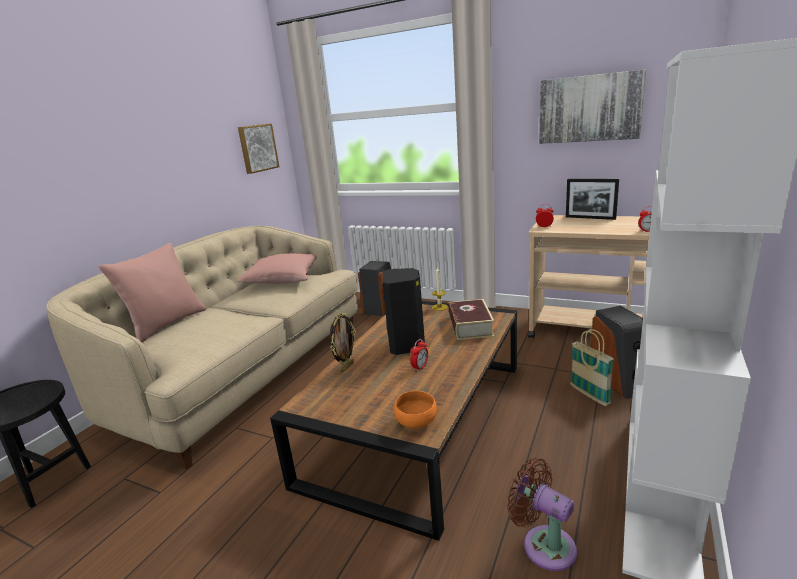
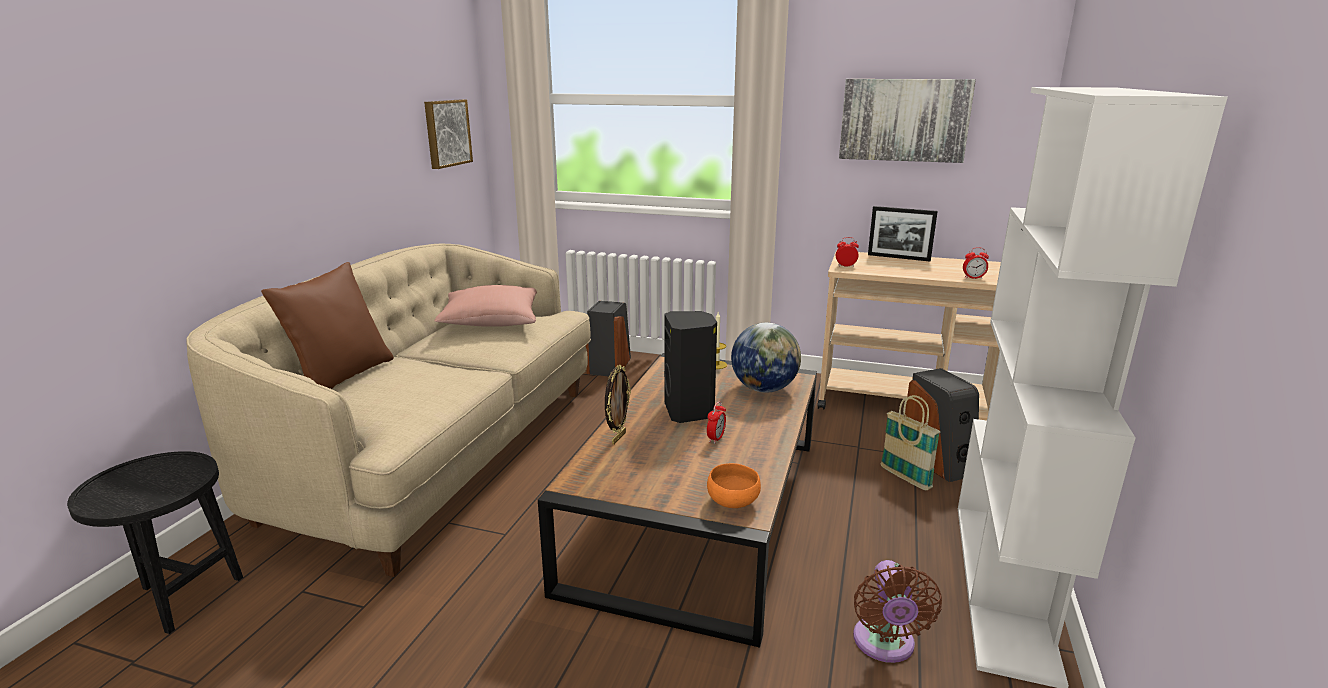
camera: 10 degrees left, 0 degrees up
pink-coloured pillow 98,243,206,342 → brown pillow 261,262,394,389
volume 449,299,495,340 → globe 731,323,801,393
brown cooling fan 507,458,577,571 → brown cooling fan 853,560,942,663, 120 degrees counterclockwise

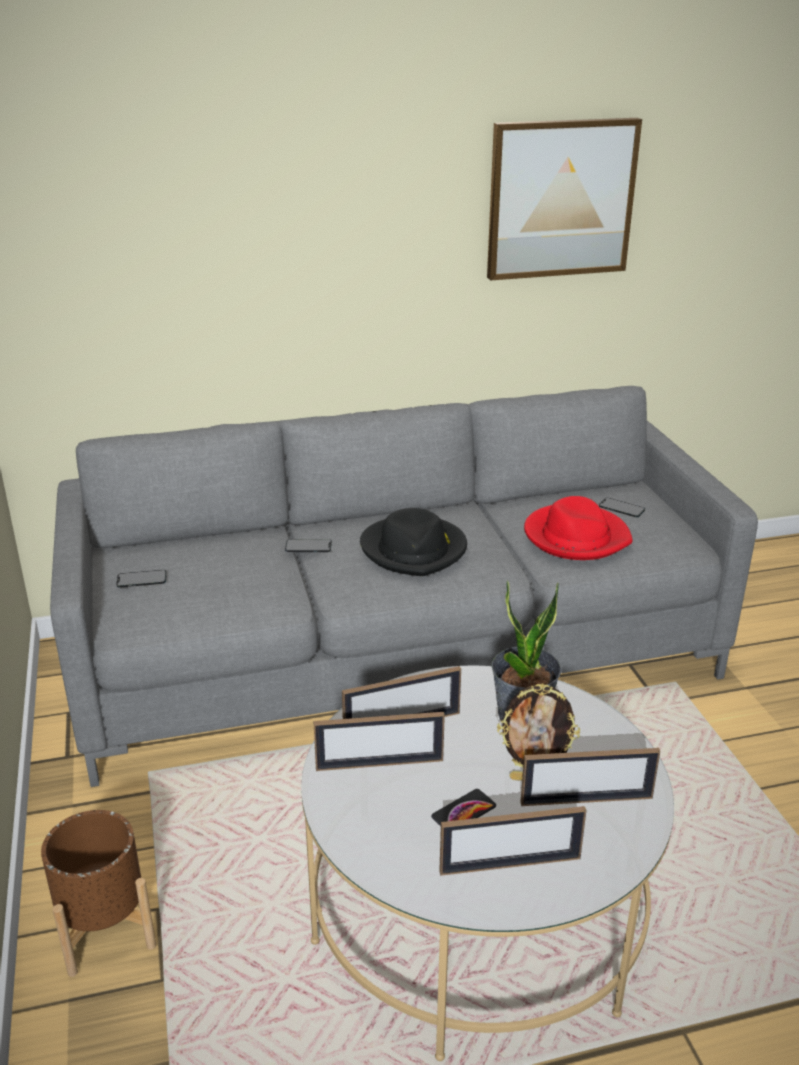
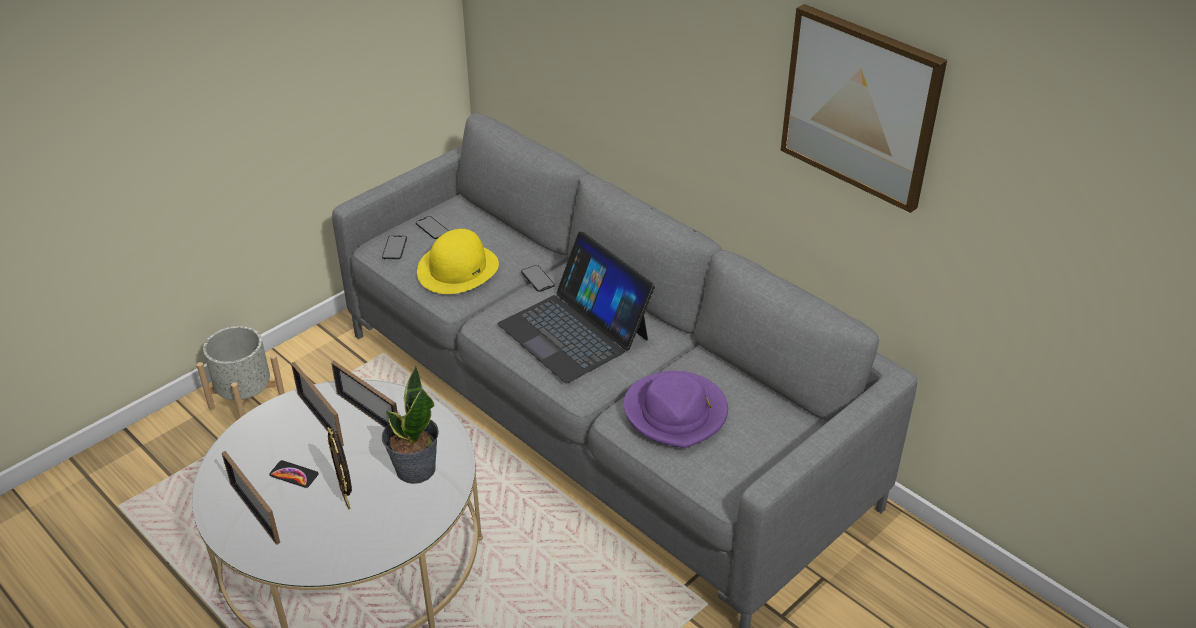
camera: 60 degrees right, 10 degrees up
brown planter 41,810,156,977 → gray planter 197,326,285,418
phone 599,498,645,517 → phone 382,235,407,259, relocated
- → yellowish hat 417,229,499,294
blackish hat 360,508,467,576 → laptop 497,232,655,384
red hat 524,496,633,560 → purple hat 624,371,728,448
picture frame 520,748,660,806 → -

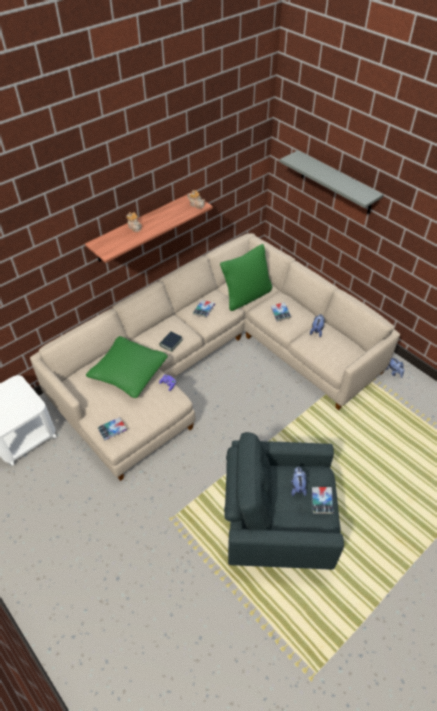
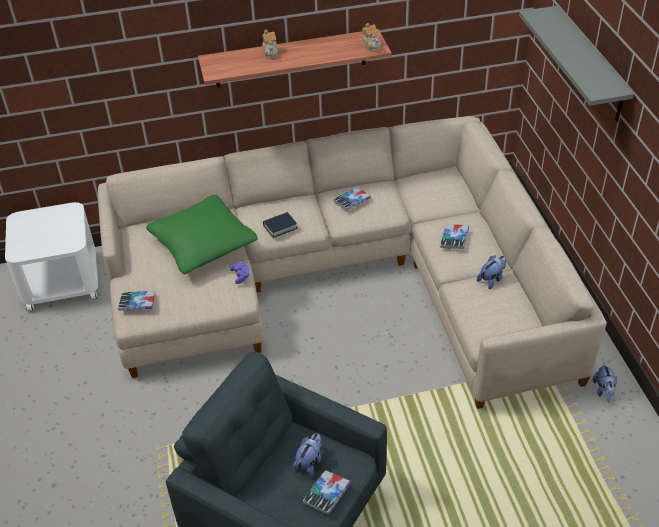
camera: 30 degrees right, 5 degrees down
greenish pillow 220,244,272,311 → -

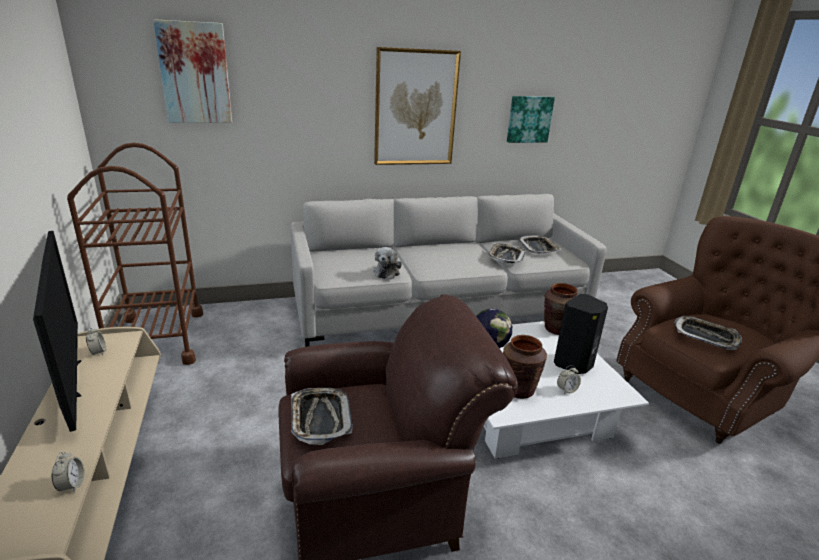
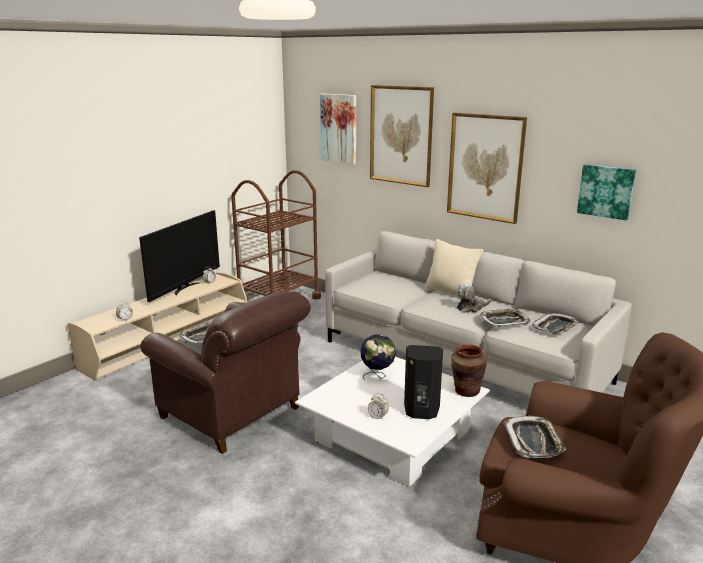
camera: 55 degrees right, 5 degrees down
- → wall art 370,85,434,187
- → beige pillow 425,239,483,296
plush toy 373,247,402,279 → plush toy 457,283,491,313, relocated
brown flower vase 503,335,547,399 → -

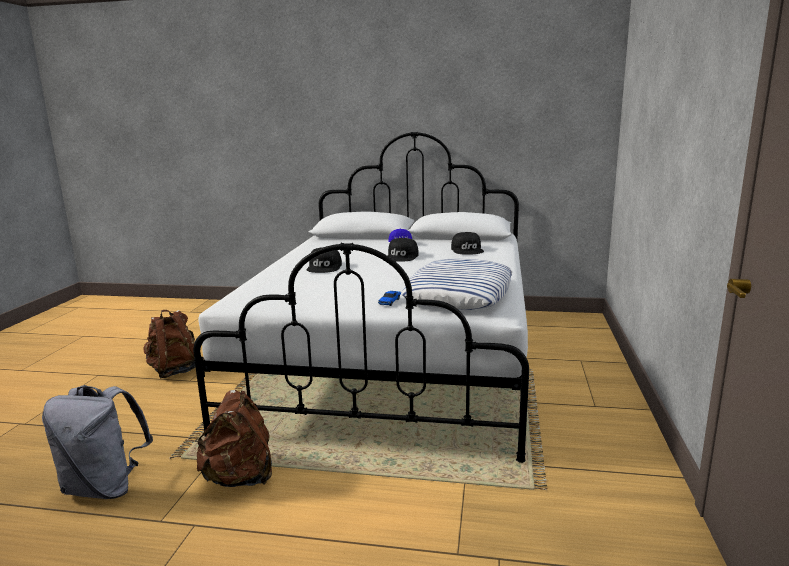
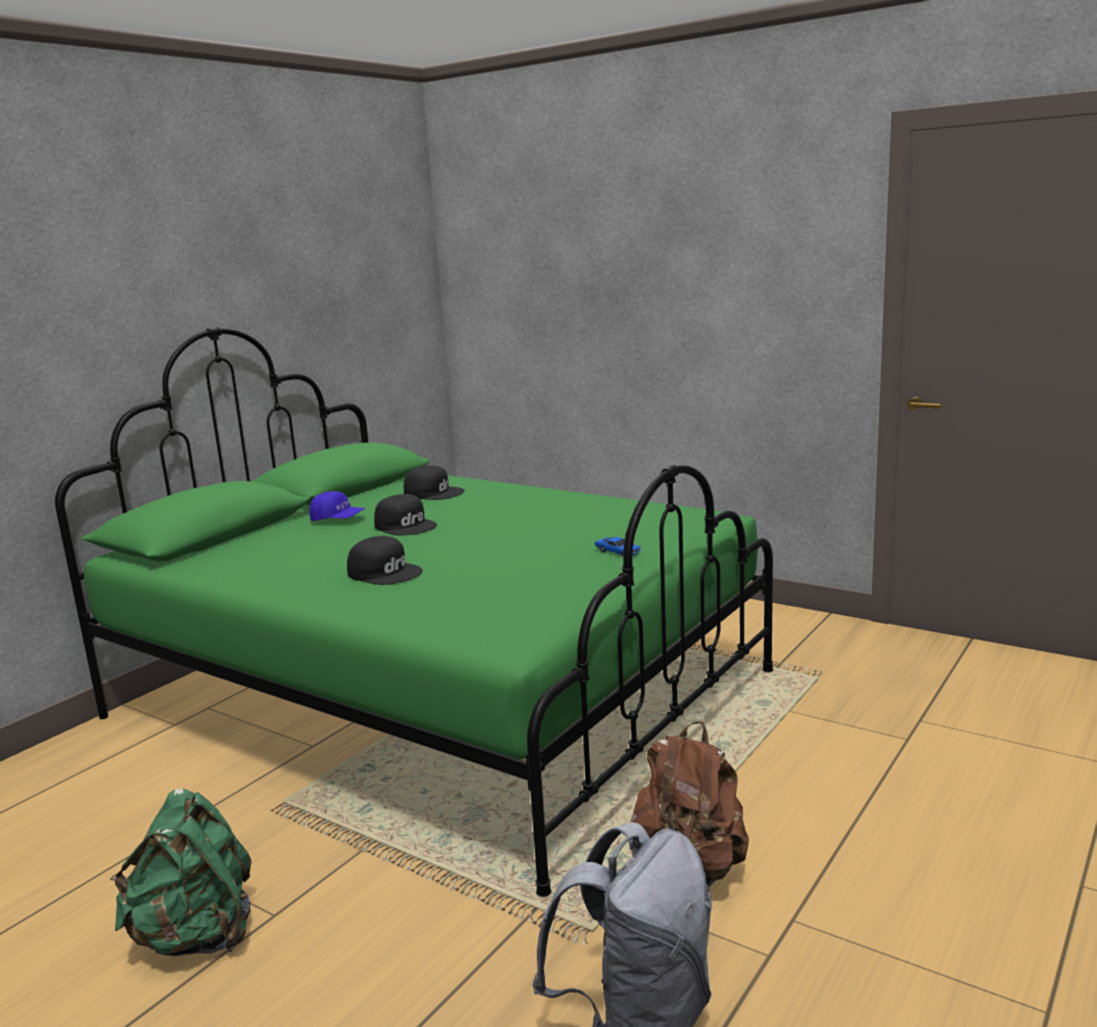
camera: 65 degrees left, 0 degrees up
white-coloured sleeping bed 193,132,529,463 → greenish sleeping bed 55,327,773,897
brown backpack 143,310,205,379 → greenish backpack 110,788,252,956
pillow 402,259,512,310 → -

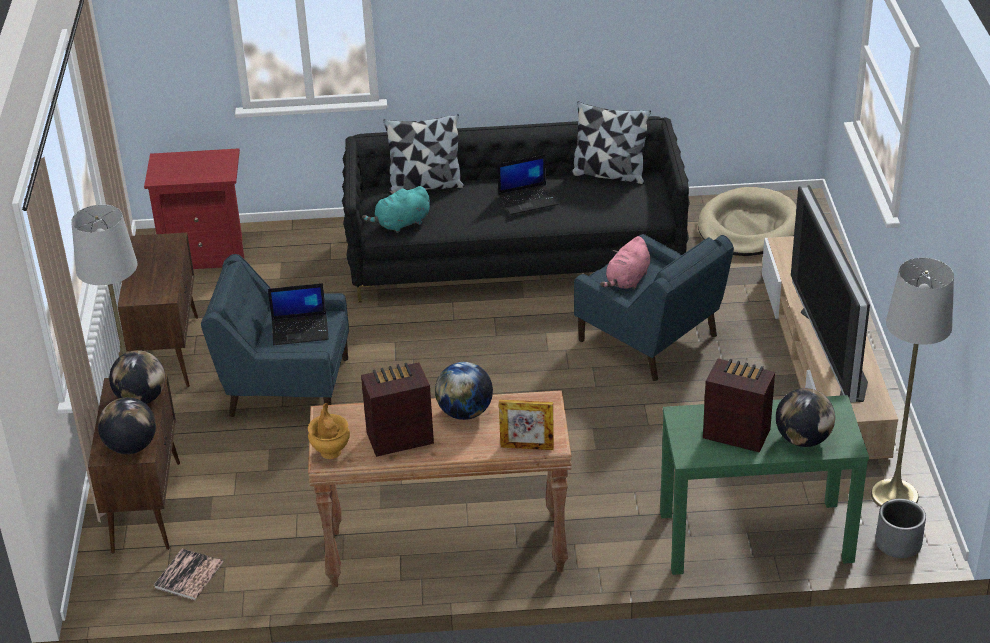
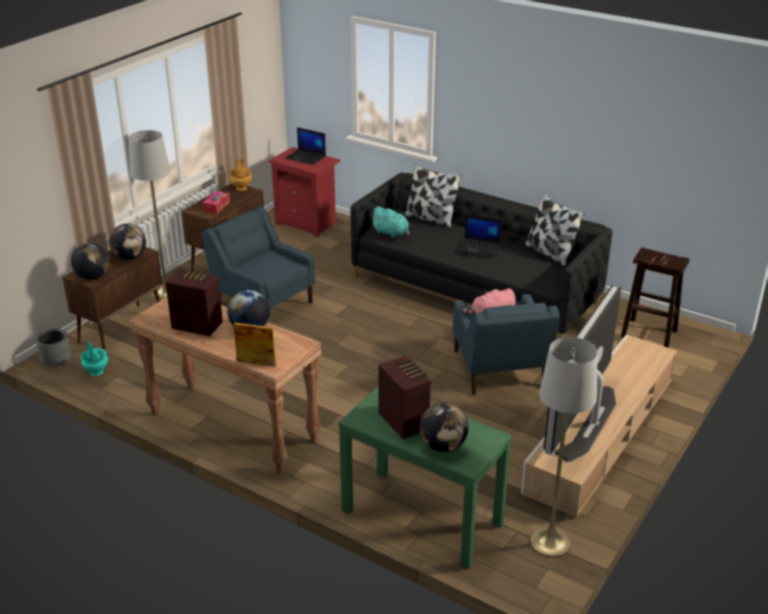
camera: 35 degrees right, 5 degrees down
gray planter 875,499,926,558 → gray planter 36,329,71,367, relocated
volume 154,548,224,600 → blue-green flower vase 81,341,108,376
- → tissue box 202,191,230,214
brown flower vase 308,403,350,459 → brown flower vase 230,158,252,191, relocated
picture frame 499,399,554,450 → picture frame 234,323,276,367, 150 degrees clockwise
laptop 268,283,329,345 → laptop 285,127,326,165, relocated
blue-green plush toy 362,186,430,233 → blue-green plush toy 370,206,410,238, 150 degrees counterclockwise
beige dog cushion 698,187,797,256 → brown sitting stool 621,248,690,348

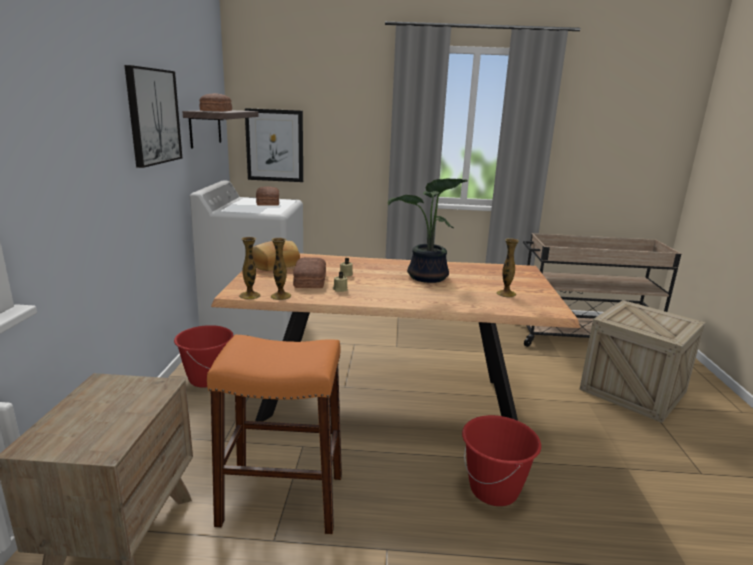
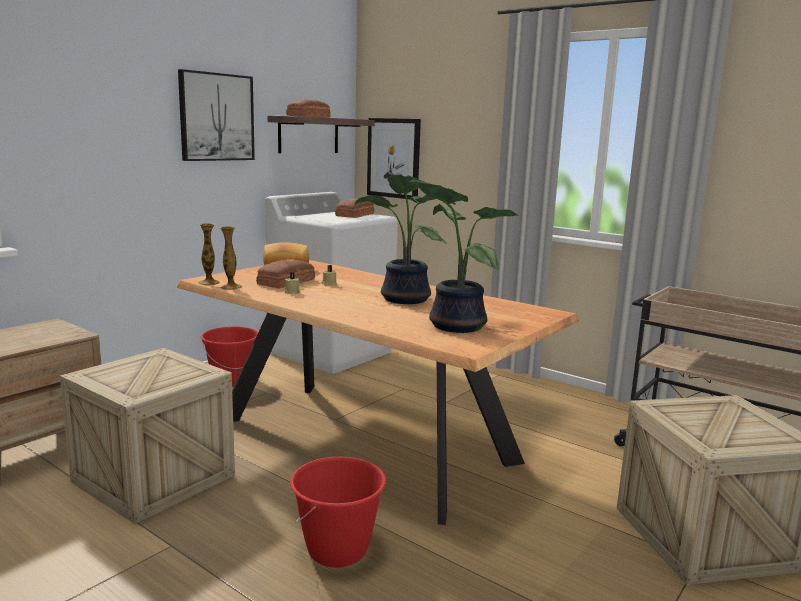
camera: 35 degrees right, 5 degrees down
orangey sitting stool 207,335,342,534 → shipping crate 60,348,235,524
flower vase 497,238,519,297 → plant in a pot 409,180,519,333

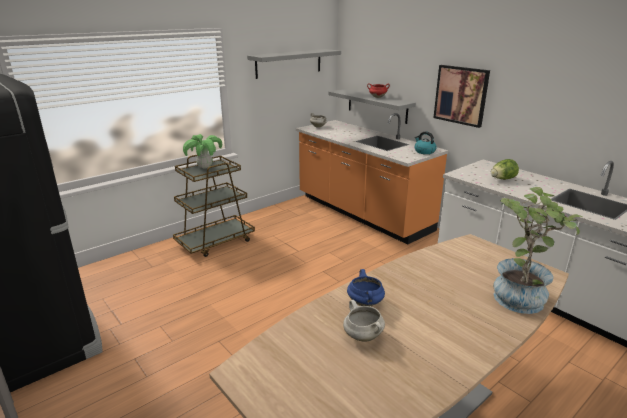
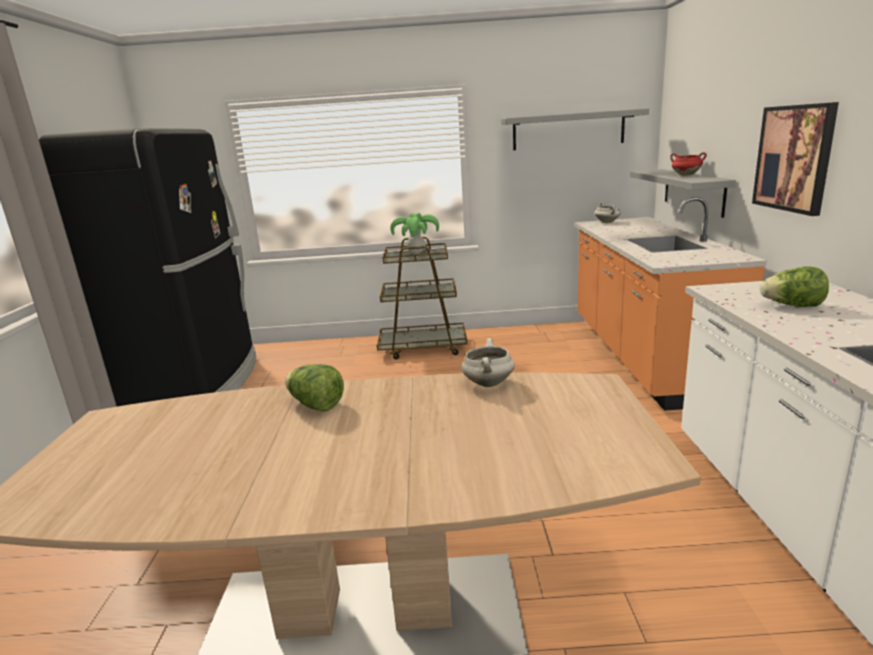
camera: 40 degrees right, 5 degrees down
blue cooking pot 347,269,385,306 → head of lettuce 285,364,344,412
white-coloured cooking pot 343,300,385,342 → white-coloured cooking pot 461,338,515,387, relocated
kettle 415,131,437,154 → -
plant in a pot 493,187,584,314 → -

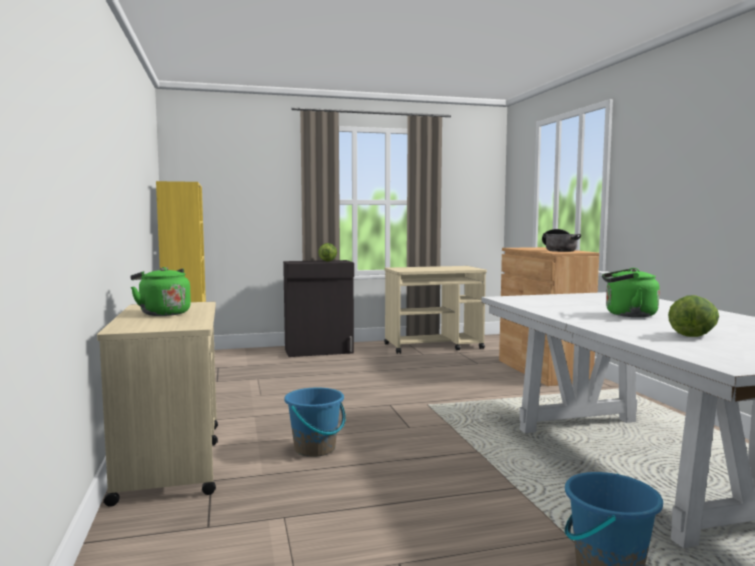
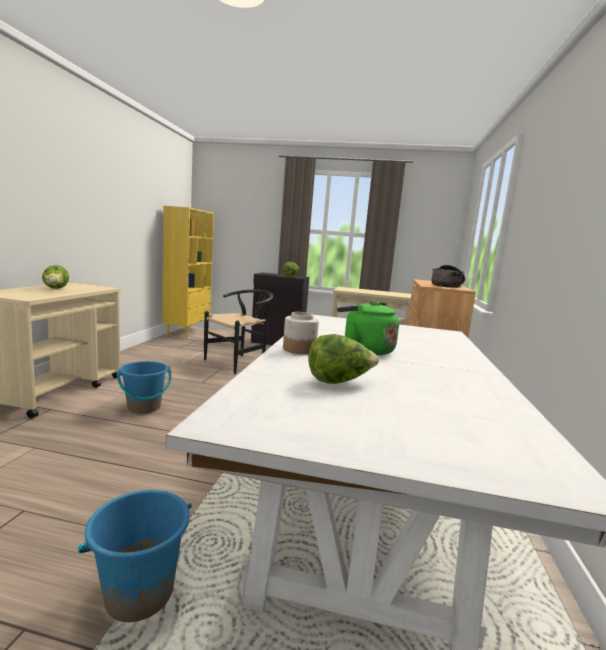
camera: 25 degrees right, 5 degrees up
greenish kettle 130,267,191,316 → head of lettuce 42,265,69,289
- → blackish chair 204,289,273,374
- → jar 283,312,319,354

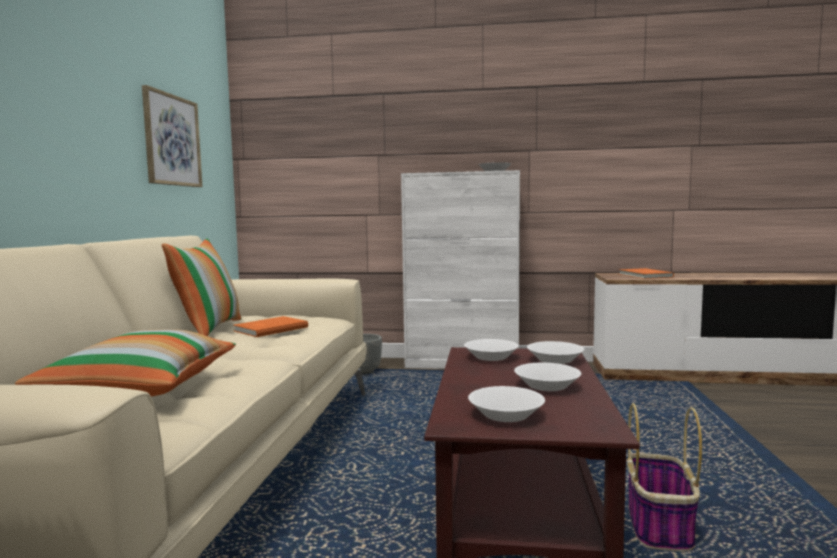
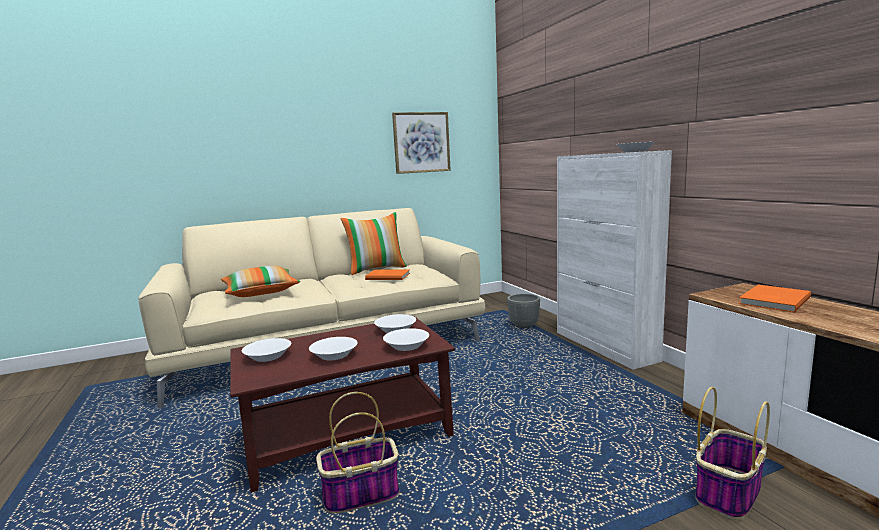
camera: 60 degrees right, 5 degrees up
- → basket 696,387,770,520

